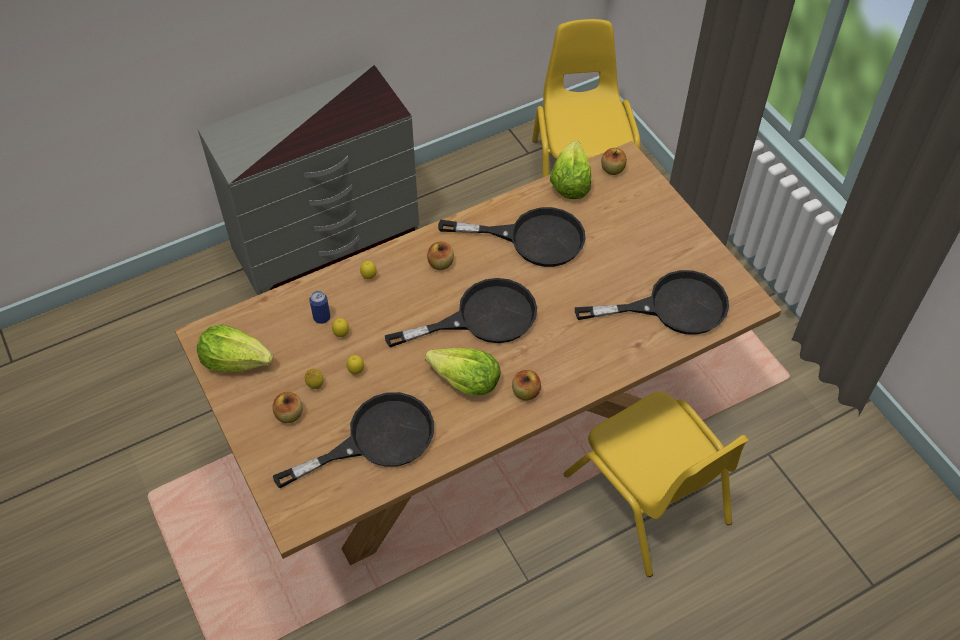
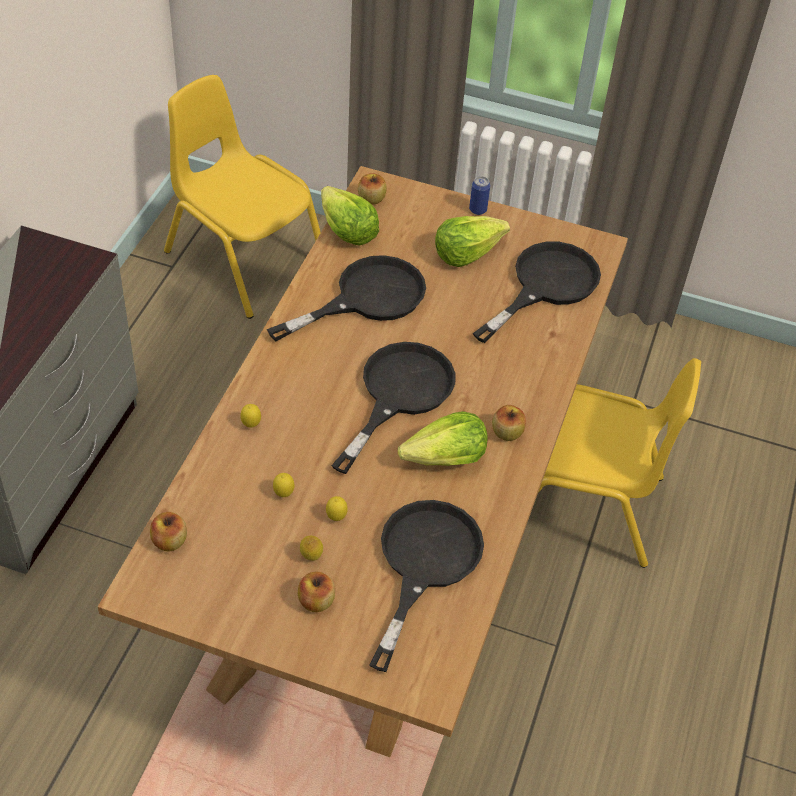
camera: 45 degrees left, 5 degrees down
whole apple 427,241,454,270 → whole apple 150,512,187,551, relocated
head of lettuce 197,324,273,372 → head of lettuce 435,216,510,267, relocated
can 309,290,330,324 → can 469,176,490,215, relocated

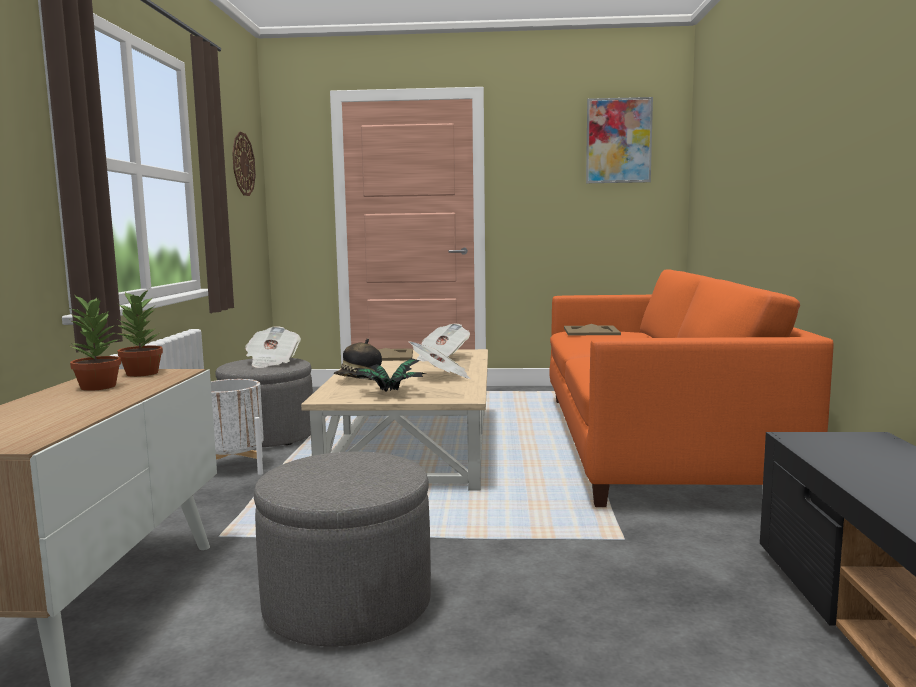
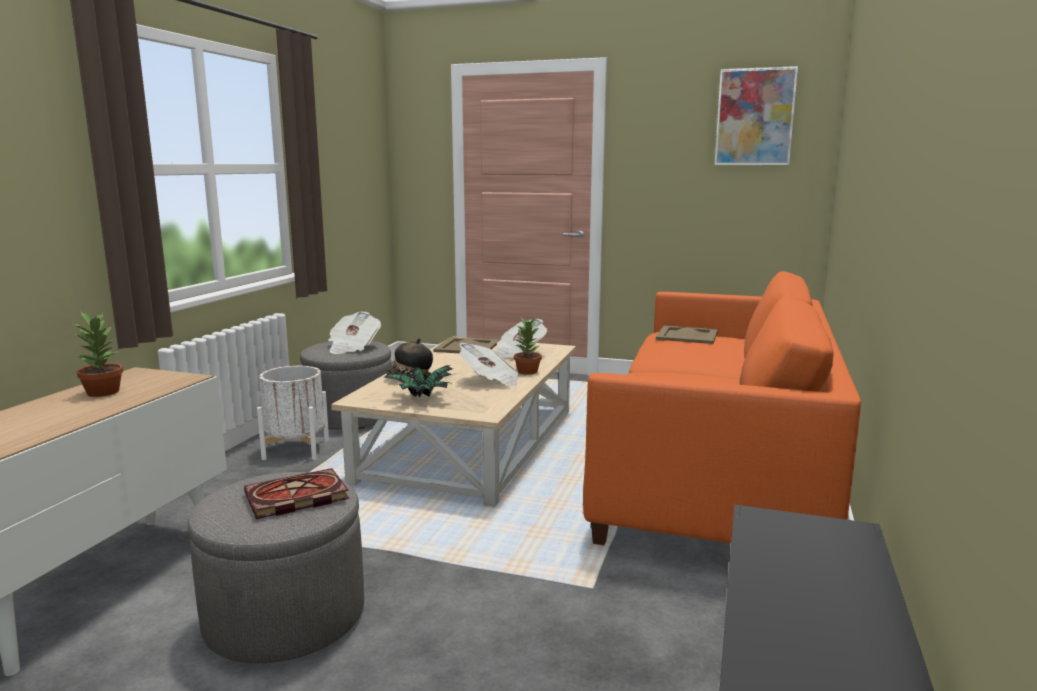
camera: 15 degrees right, 5 degrees up
- → volume 244,468,349,519
plant in a pot 115,289,163,377 → plant in a pot 514,317,542,375, relocated
wall clock 232,132,256,196 → -

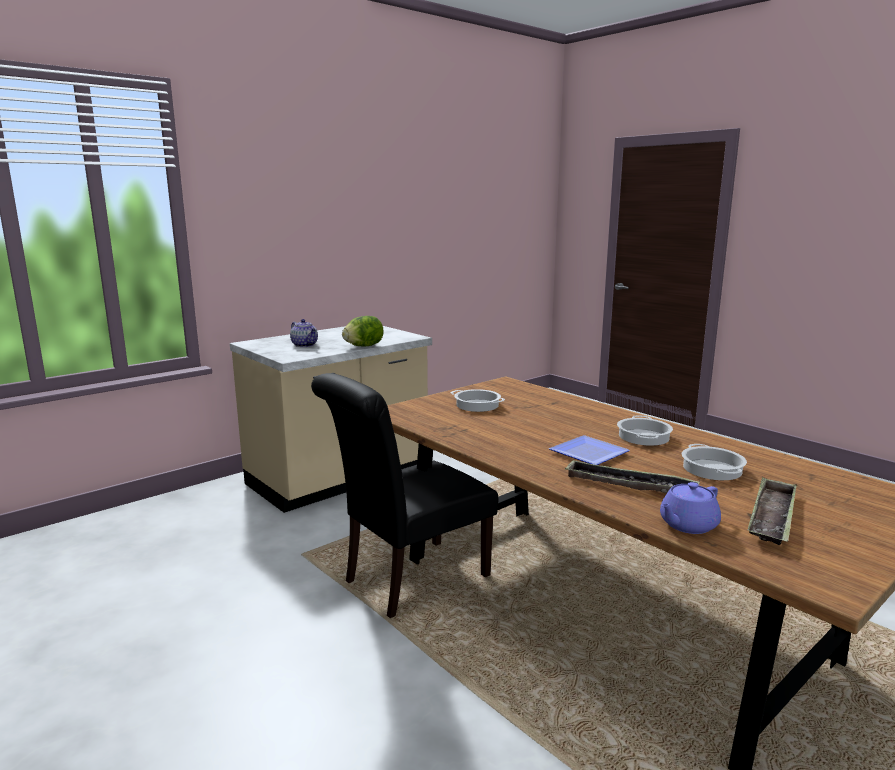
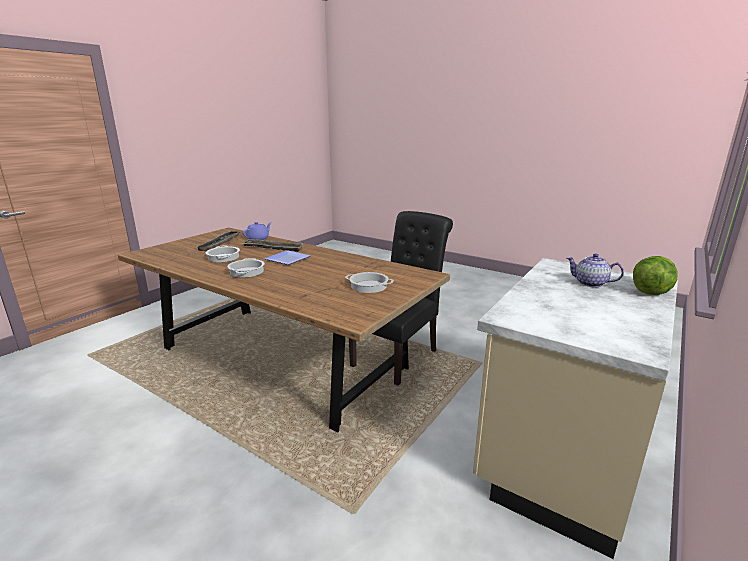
camera: 165 degrees right, 5 degrees up
head of lettuce 342,316,384,346 → head of lettuce 633,256,677,295, relocated

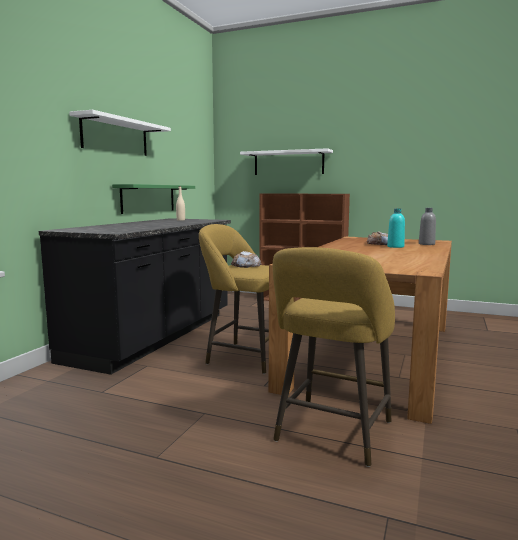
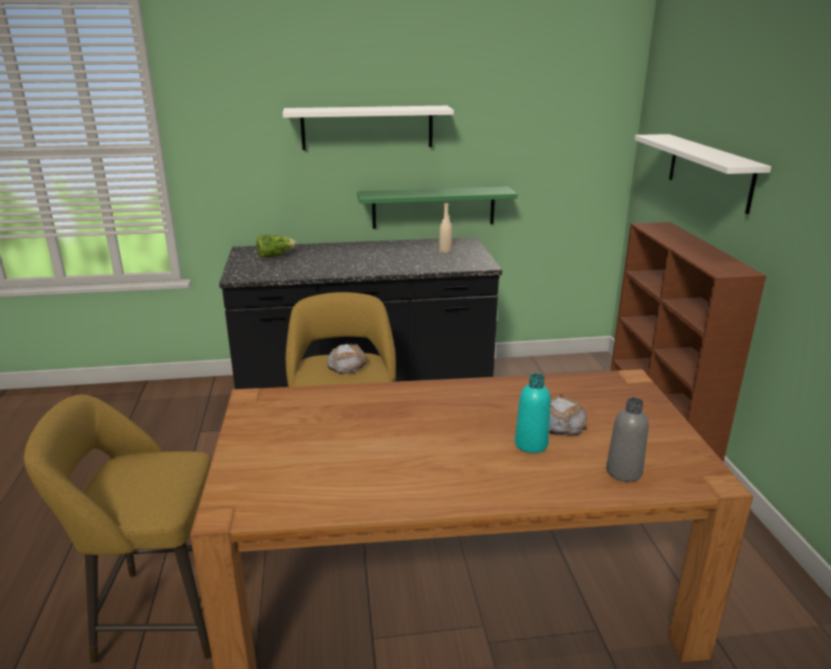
camera: 60 degrees right, 15 degrees up
- → head of lettuce 257,235,297,258

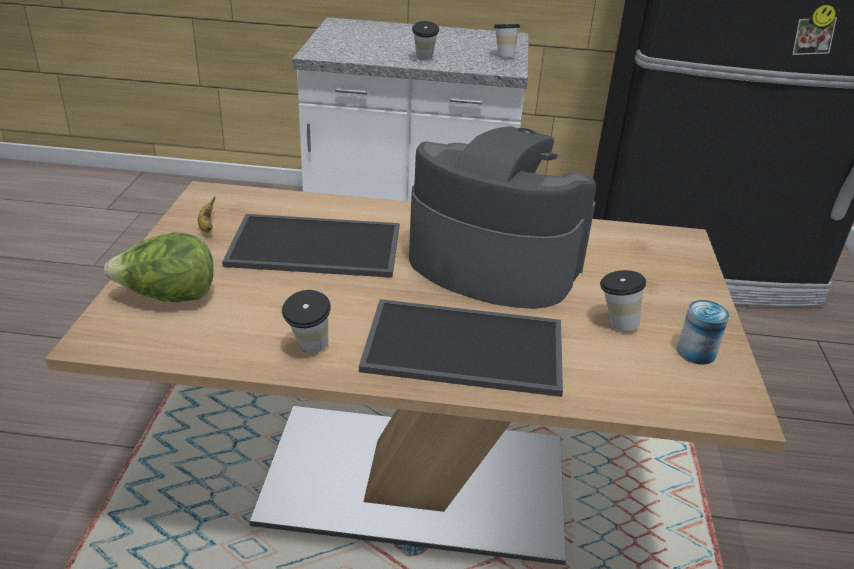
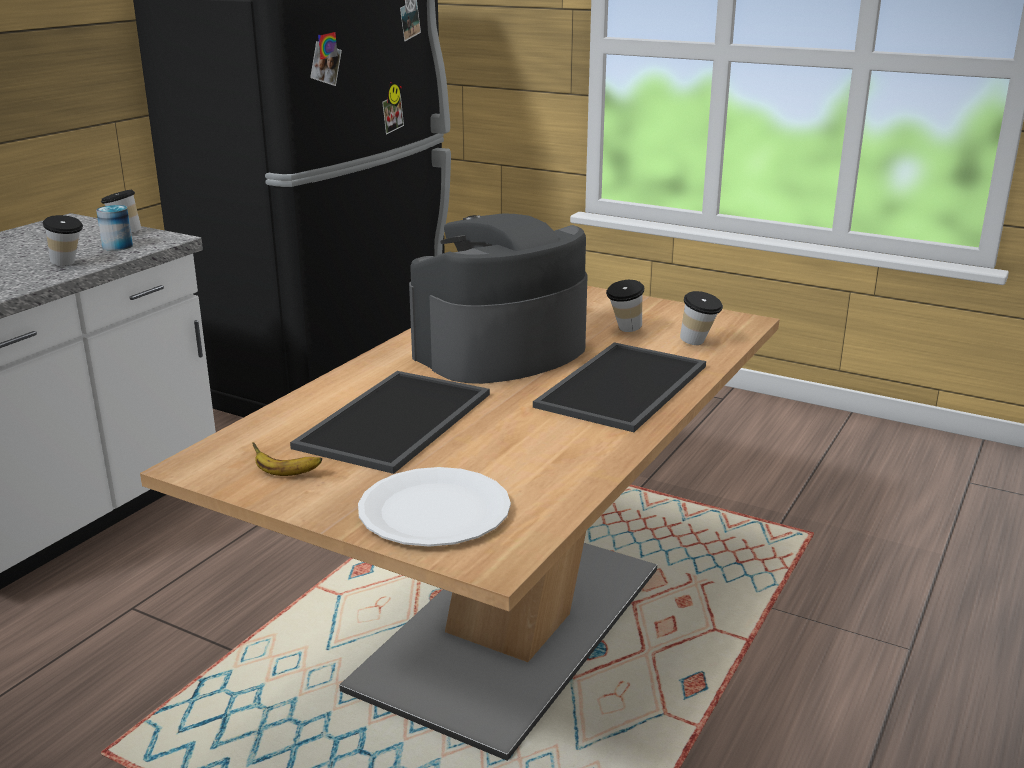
camera: 65 degrees left, 10 degrees down
can 677,300,729,365 → can 96,205,133,251, relocated
head of lettuce 104,233,213,302 → white-coloured dinner plate 358,467,511,547
cup 282,290,331,353 → cup 680,291,723,345, relocated

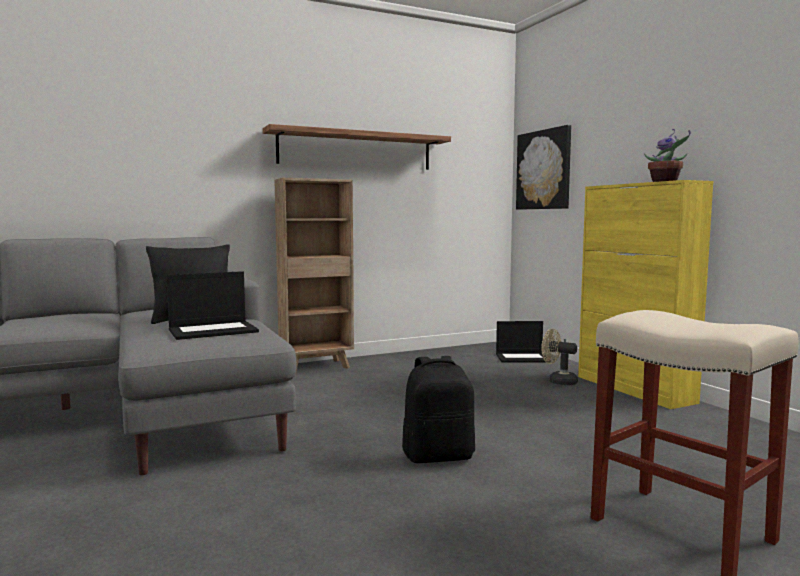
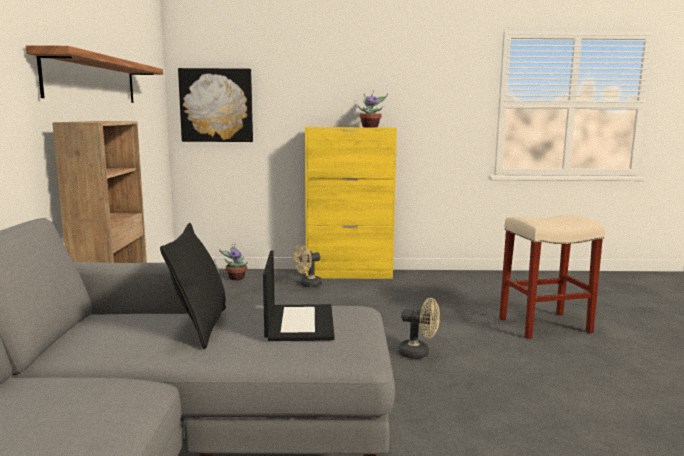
camera: 65 degrees left, 5 degrees up
laptop 496,321,550,363 → plant in a pot 219,243,248,280
blackish backpack 402,356,475,463 → beige cooling fan 398,298,440,359

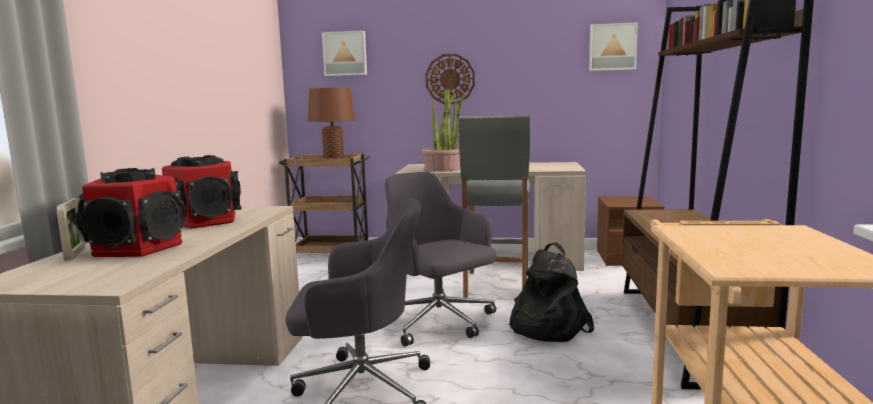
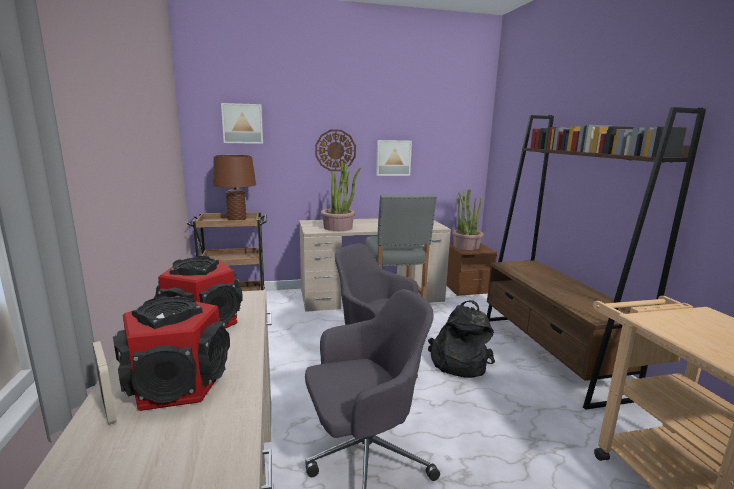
camera: 20 degrees left, 5 degrees up
wall art 589,22,638,71 → wall art 376,140,412,176, relocated
- → plant in a pot 452,189,484,250

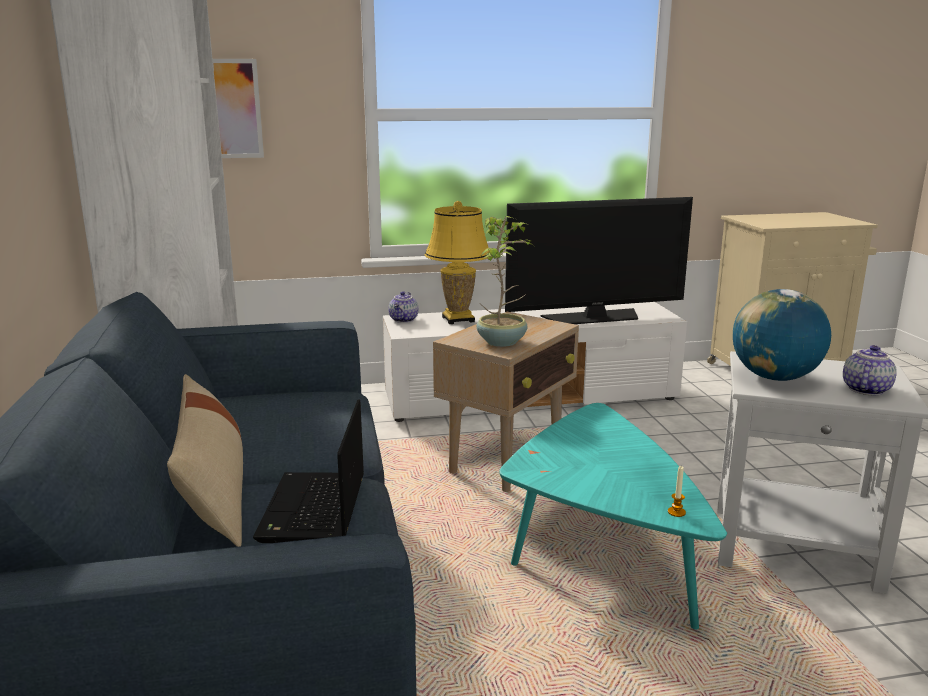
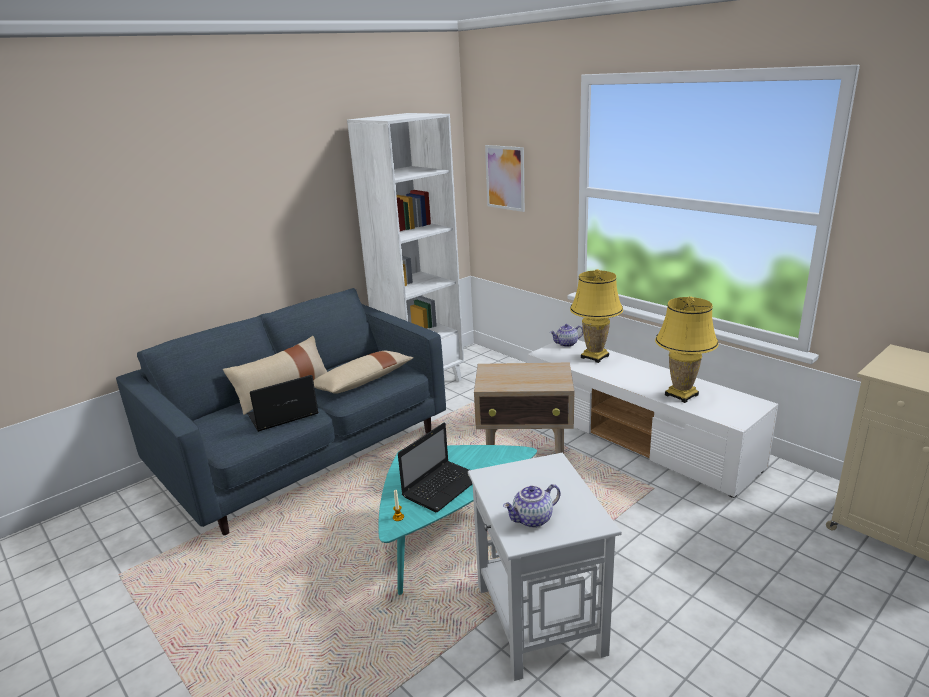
camera: 60 degrees right, 5 degrees up
- → beige pillow 313,351,414,394
- → laptop 398,423,472,512
tea pot 843,345,897,395 → tea pot 503,484,560,528, 150 degrees clockwise
TV 505,197,693,324 → yellowish table lamp 655,296,719,403
plant in a pot 477,216,534,347 → -
globe 733,289,831,381 → -

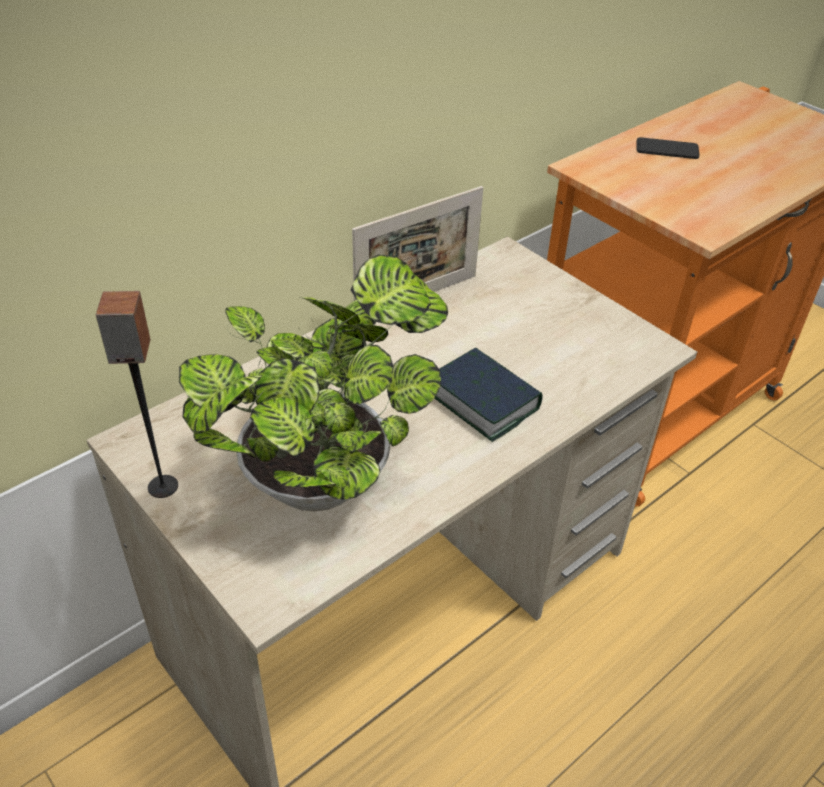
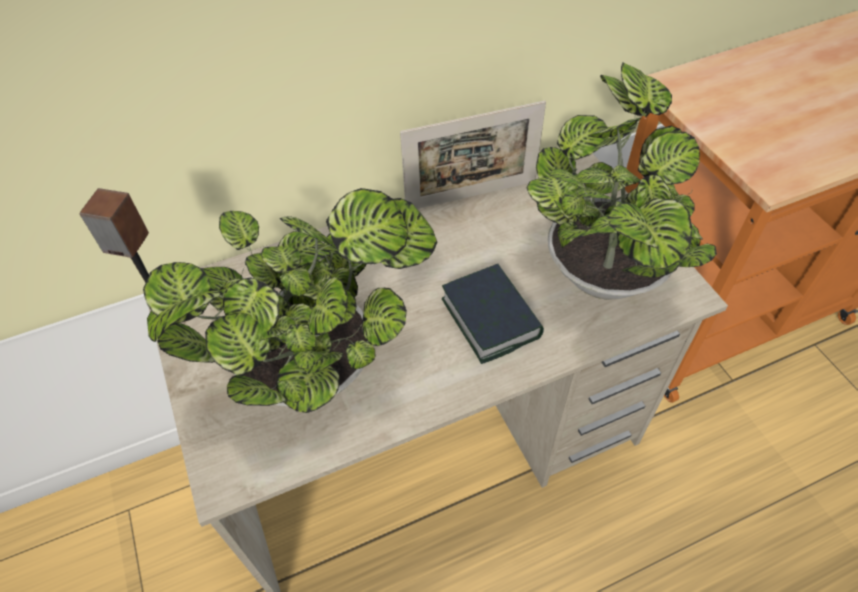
camera: 20 degrees right, 10 degrees up
- → plant in a pot 526,63,717,300
phone 637,137,700,159 → -

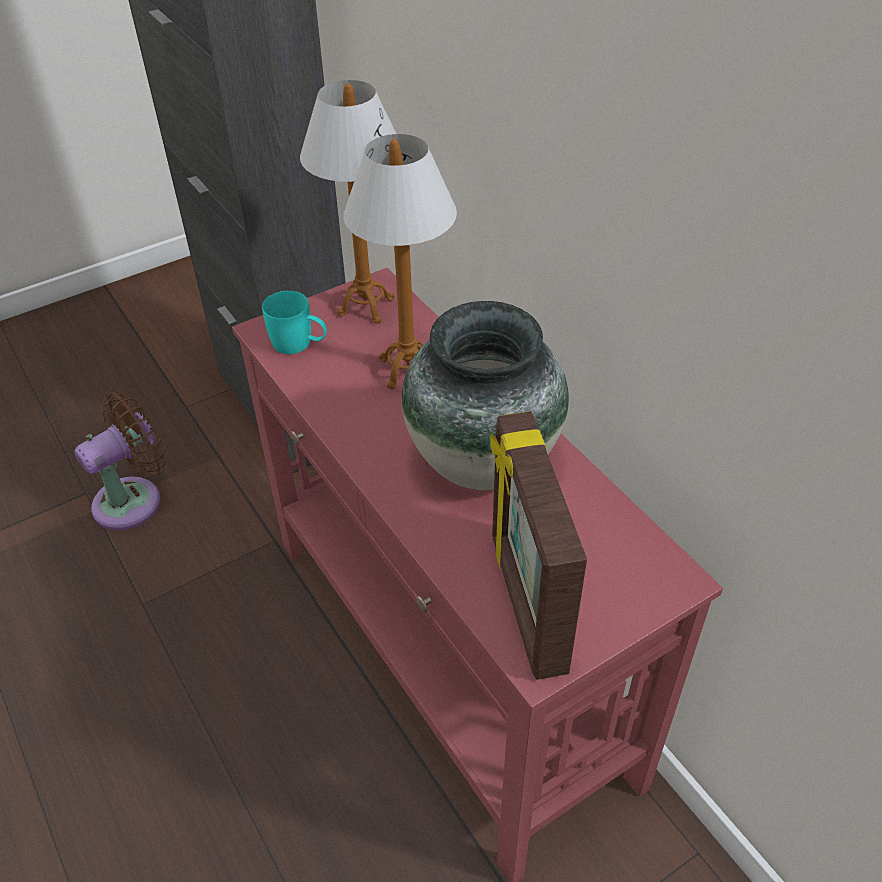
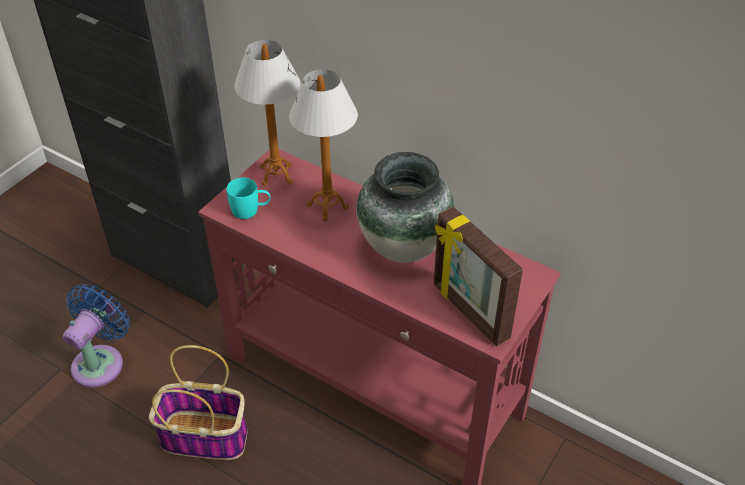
camera: 25 degrees left, 0 degrees up
brown cooling fan 74,391,166,530 → blue cooling fan 63,284,130,388
- → basket 149,345,247,460

